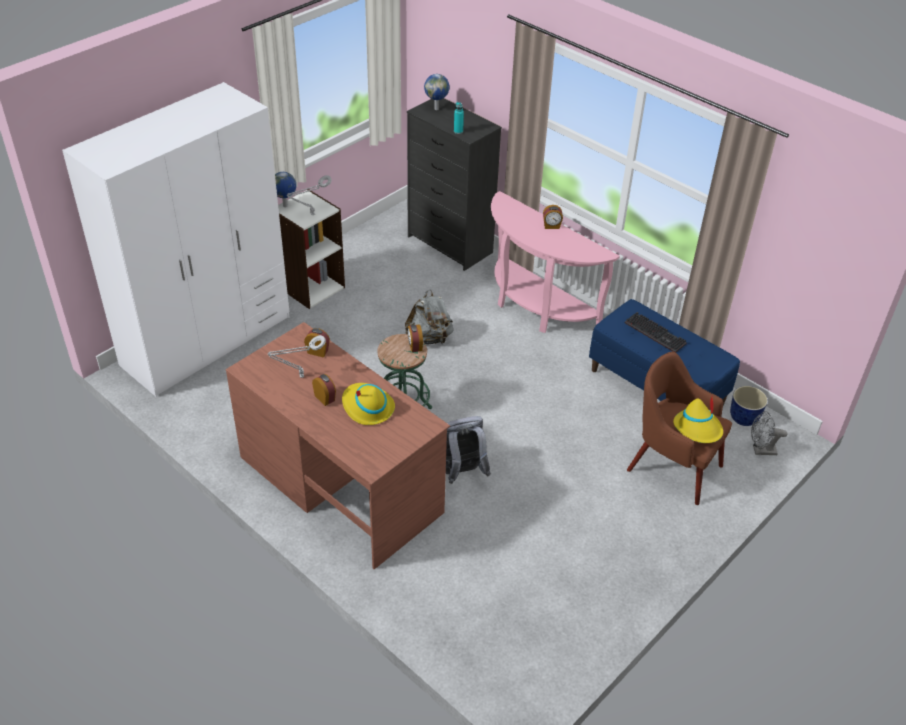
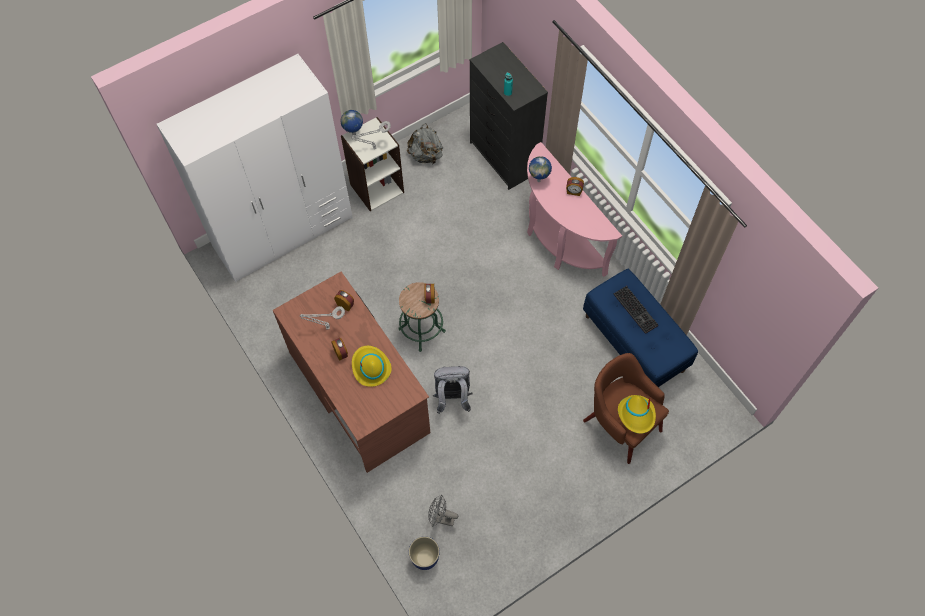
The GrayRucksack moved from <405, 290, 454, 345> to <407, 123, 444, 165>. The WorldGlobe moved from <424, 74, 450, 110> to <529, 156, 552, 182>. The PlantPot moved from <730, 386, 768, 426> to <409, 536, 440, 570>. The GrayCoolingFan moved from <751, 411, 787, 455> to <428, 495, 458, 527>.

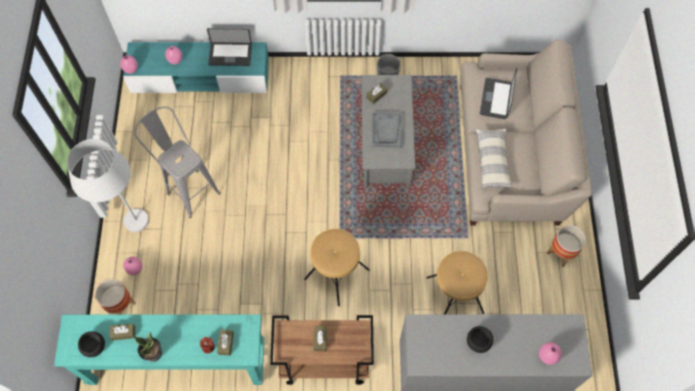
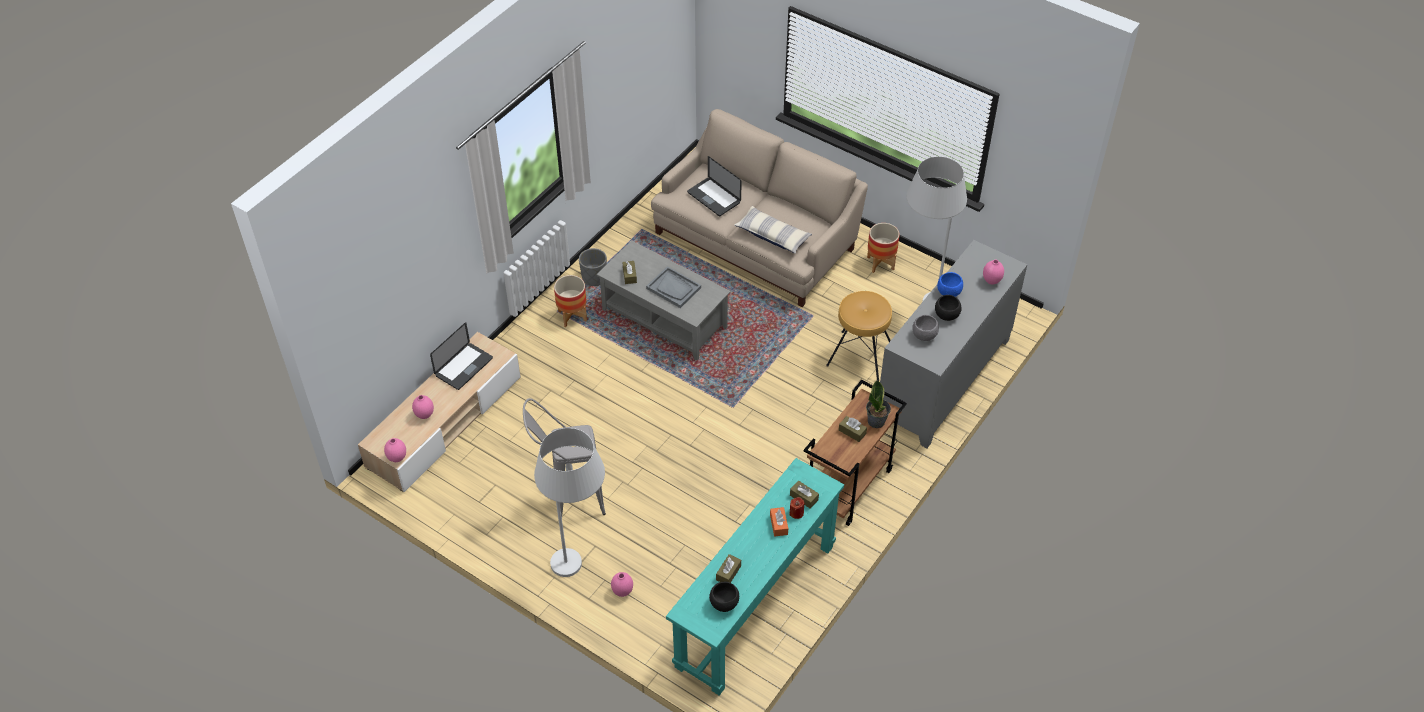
The BrownColouredSittingStool at <304, 229, 370, 306> disappeared. The OrangeTissueHolder at <770, 507, 788, 537> appeared. The WhiteStandardLamp at <907, 156, 967, 302> appeared. The GrayDeepDish at <912, 315, 939, 341> appeared. The BlueDeepDish at <937, 272, 963, 297> appeared. The PlantPot moved from <95, 279, 136, 315> to <554, 275, 587, 327>. The Houseplant moved from <133, 332, 162, 362> to <866, 380, 891, 428>. The TurquoiseTvStand at <123, 42, 269, 93> became the BeigeTvStand at <358, 332, 521, 492>.

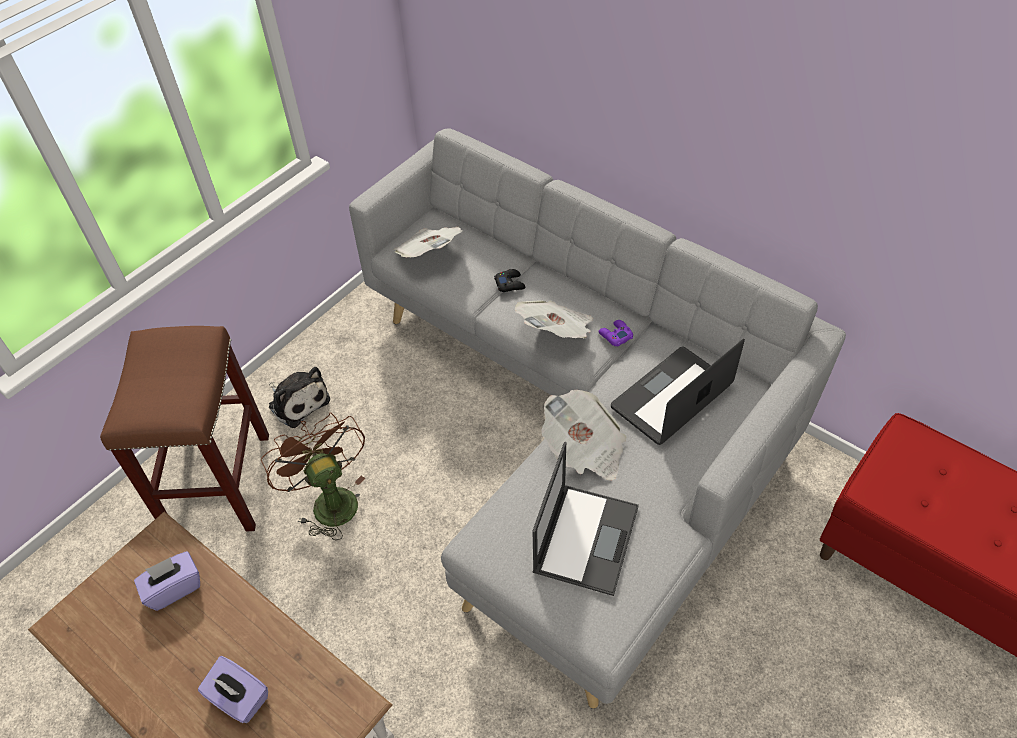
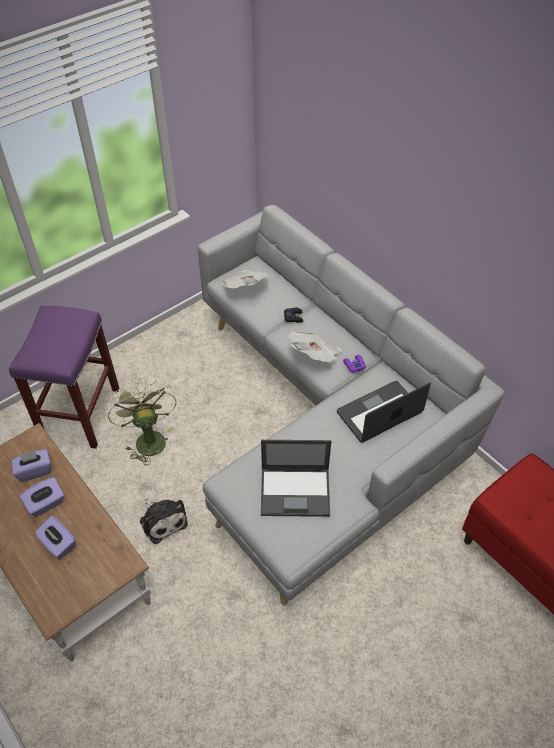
The Newspaper at <541, 390, 627, 481> disappeared. The PurplishTissueHolder at <20, 477, 64, 517> appeared. The CuddlyToy moved from <269, 367, 330, 428> to <140, 499, 188, 544>. The BrownColouredSittingStool at <100, 326, 269, 531> became the PurplishSittingStool at <9, 305, 119, 449>. The BrownColouredCoolingFan at <261, 412, 365, 540> became the GreenColouredCoolingFan at <106, 380, 177, 465>. The NotebookComputer at <532, 442, 639, 596> turned 60 degrees clockwise.

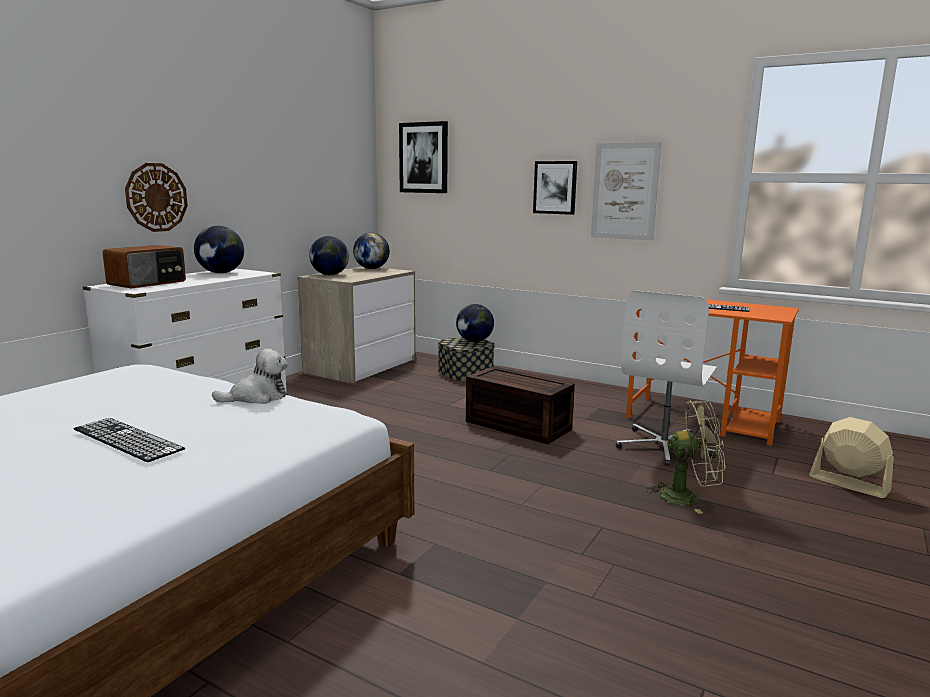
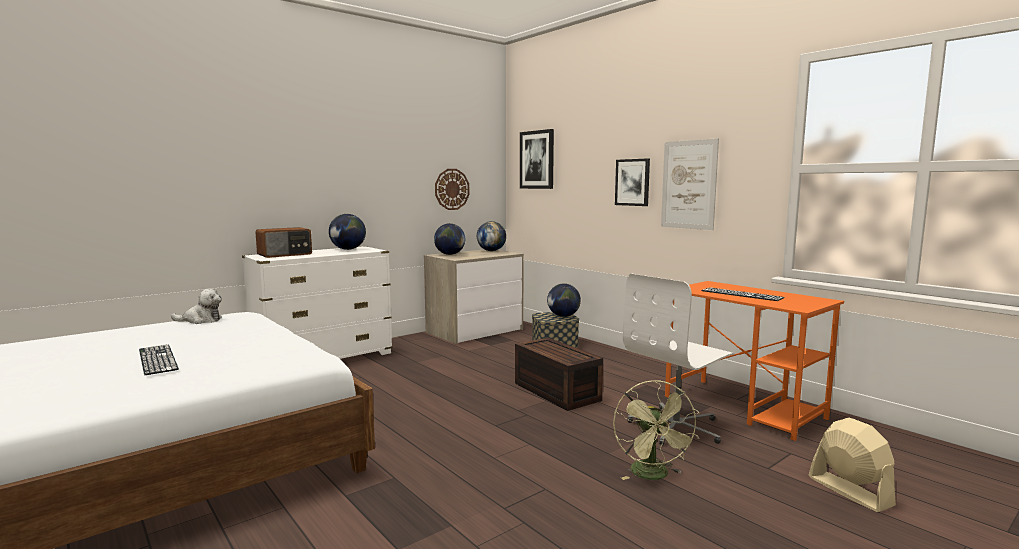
The WallClock moved from <125, 163, 188, 232> to <435, 169, 469, 210>. The CuddlyToy moved from <212, 349, 288, 404> to <171, 288, 222, 324>. The GreenColouredCoolingFan at <646, 400, 725, 514> turned 60 degrees clockwise.

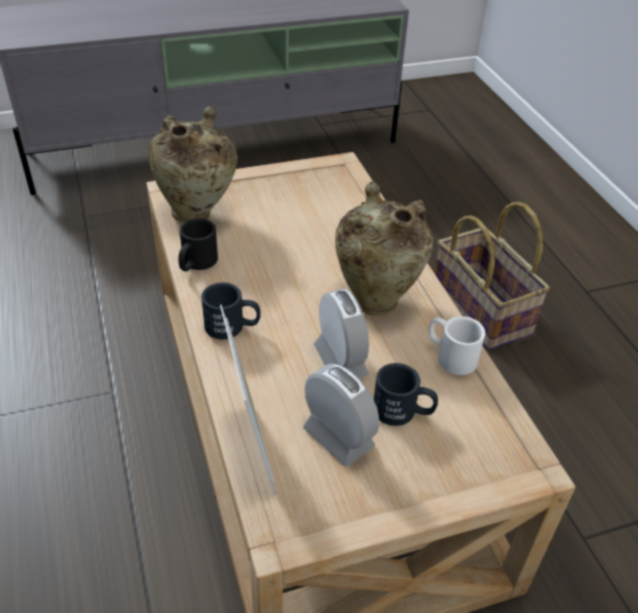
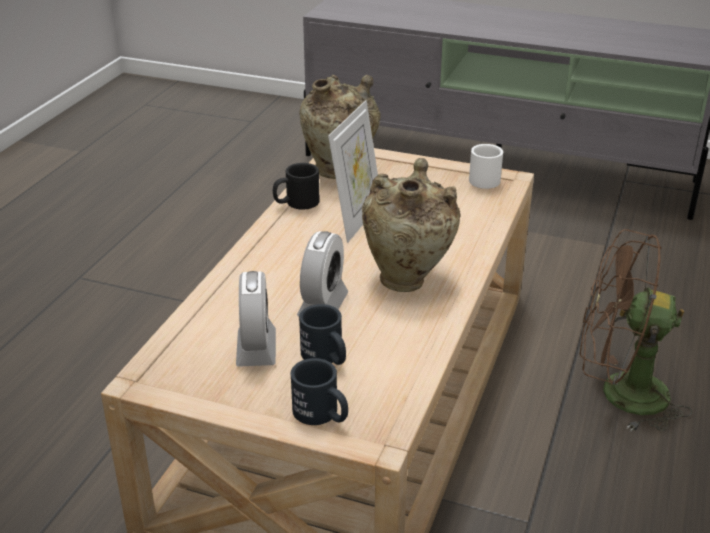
The BlackColouredMug moved from <201, 282, 261, 339> to <291, 358, 348, 425>. The PictureFrame moved from <220, 305, 276, 496> to <328, 100, 378, 243>. The WhiteMug moved from <429, 316, 485, 375> to <469, 144, 503, 189>. The StorageBasket at <434, 202, 550, 350> was replaced by the BrownColouredCoolingFan at <580, 229, 692, 432>.

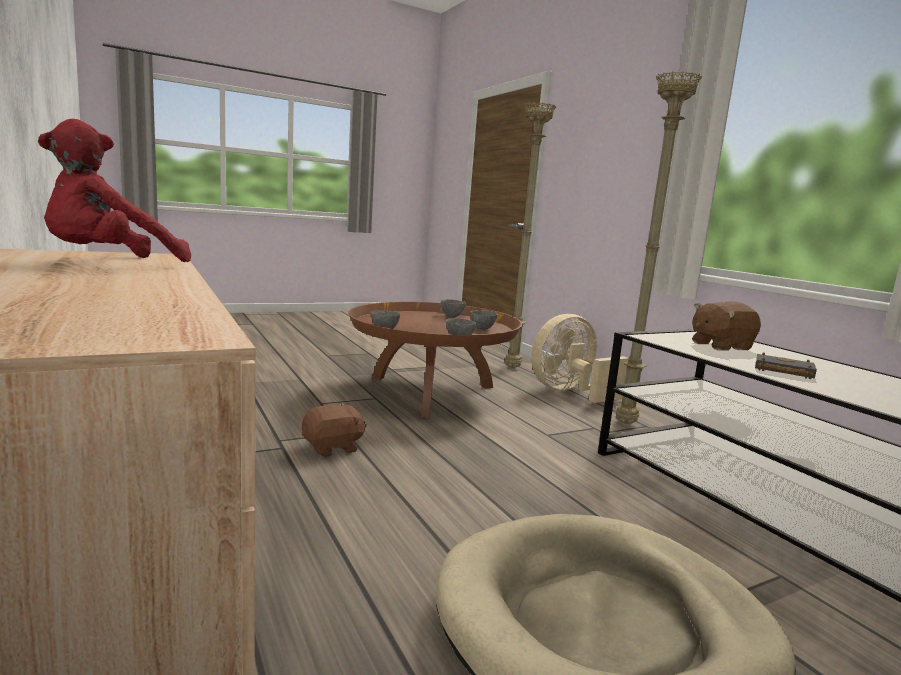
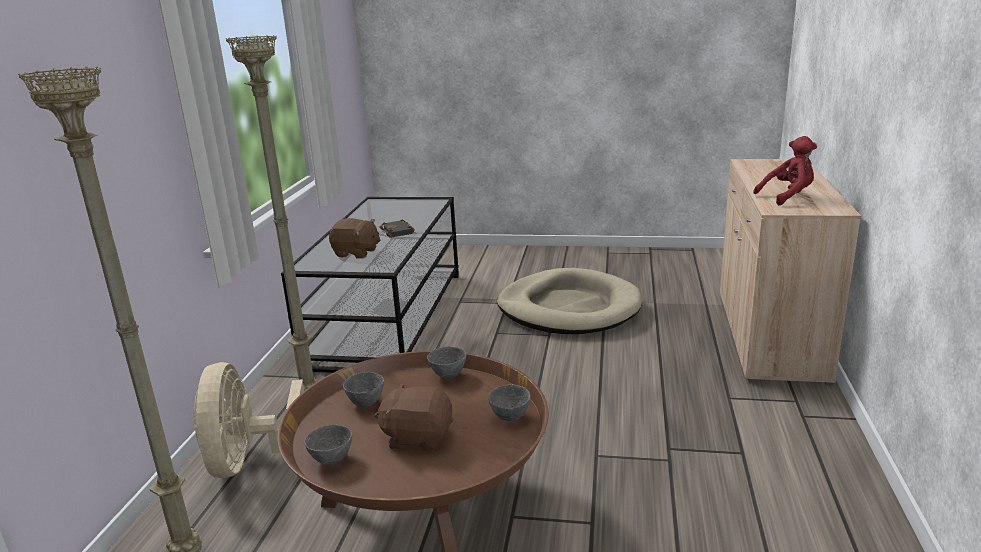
The BrownColouredCuddlyToy moved from <302, 403, 367, 457> to <374, 383, 453, 452>. The BeigeCoolingFan at <531, 314, 629, 403> turned 75 degrees clockwise.

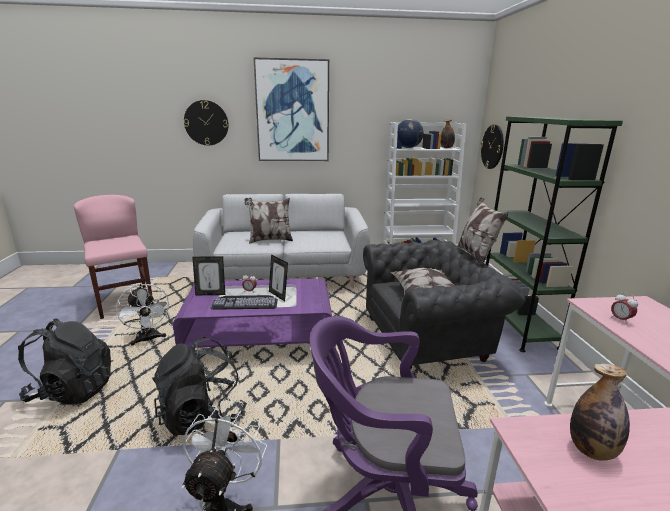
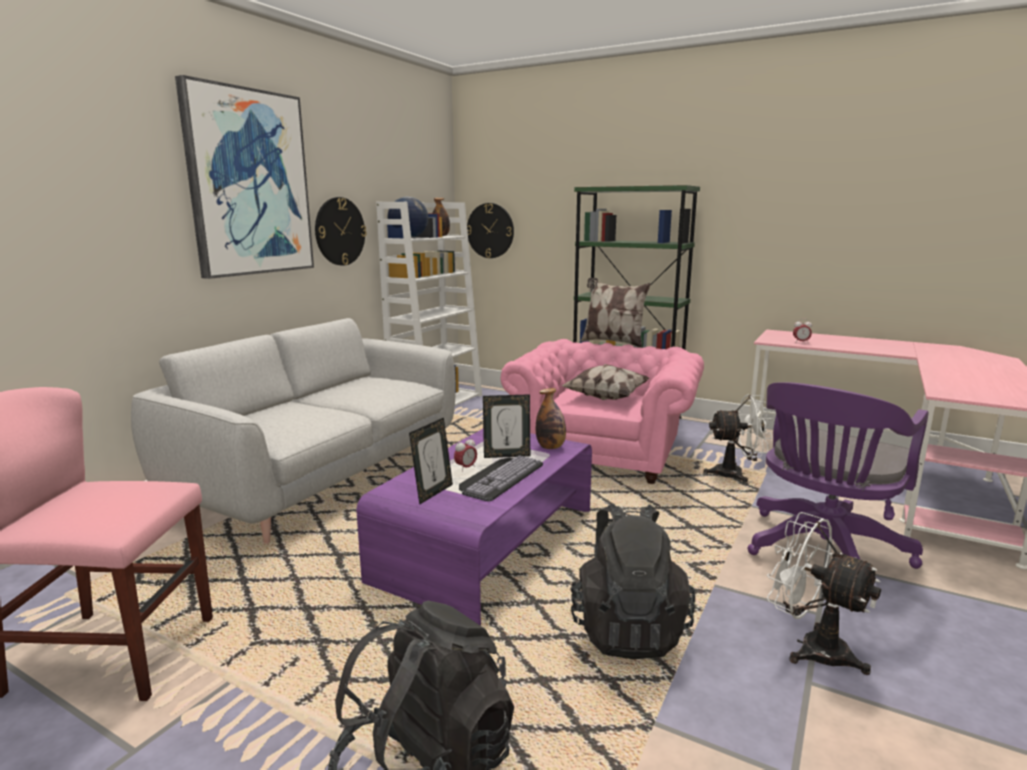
The Pillow at <244, 198, 293, 244> disappeared. The WhiteCoolingFan moved from <116, 284, 170, 345> to <703, 395, 773, 483>. The WallClock moved from <184, 100, 228, 146> to <315, 197, 367, 266>. The DrinkBottle moved from <570, 363, 630, 461> to <536, 388, 566, 449>. The GrayEasyChair at <363, 240, 526, 370> became the PinkishEasyChair at <501, 339, 704, 484>.

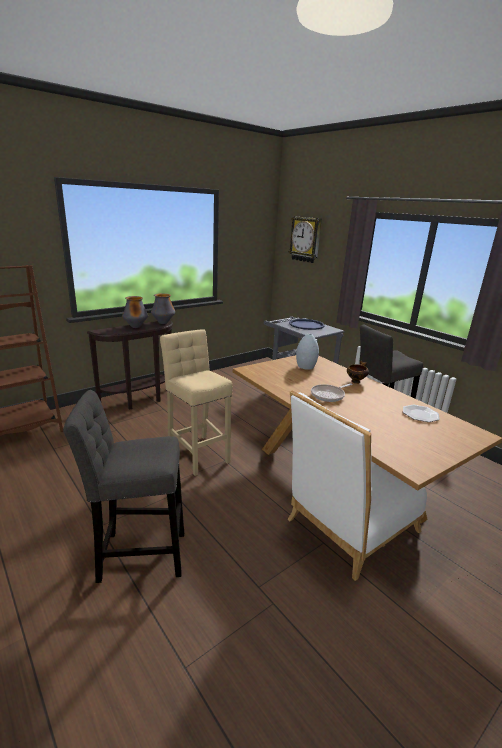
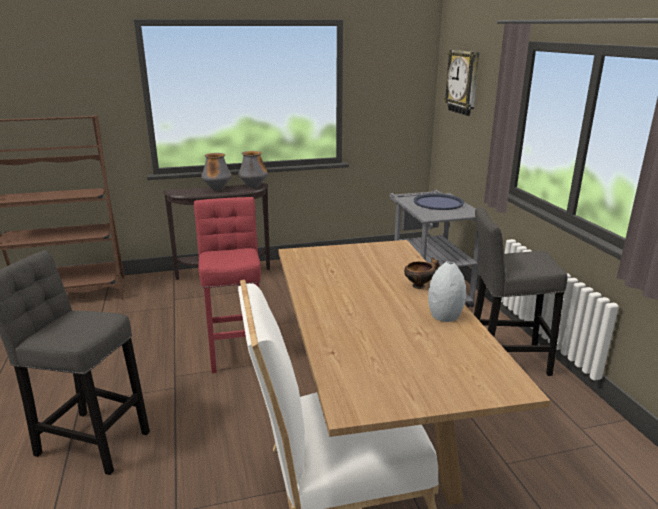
The Pan at <311, 383, 353, 402> disappeared. The Plate at <403, 405, 440, 422> disappeared. The GrayFlowerVase moved from <296, 334, 319, 370> to <428, 261, 466, 322>. The BeigeSittingStool at <160, 329, 232, 476> became the ReddishSittingStool at <194, 197, 261, 373>.

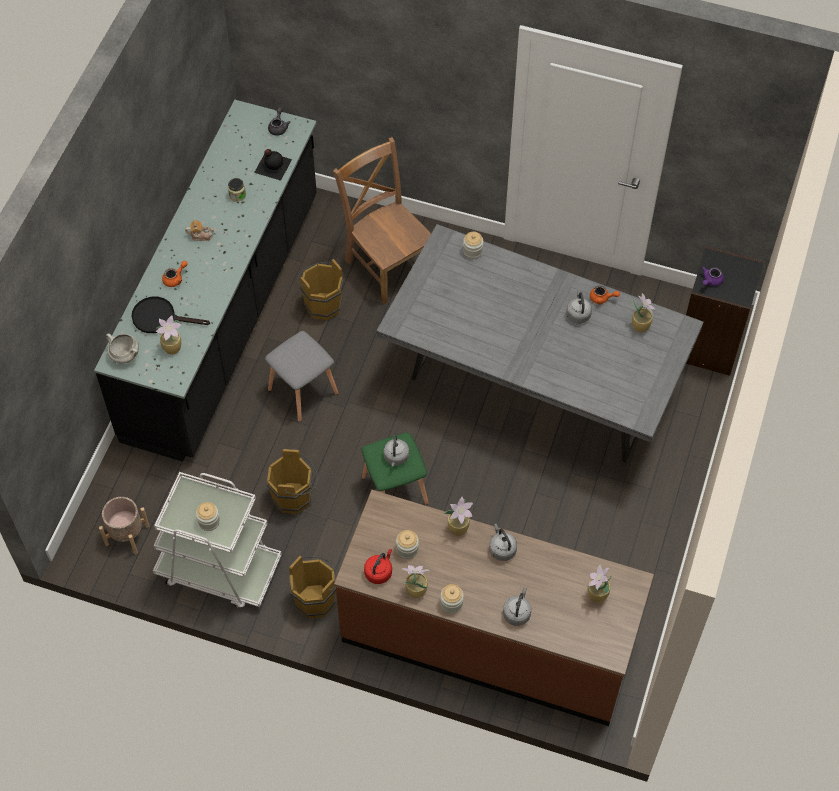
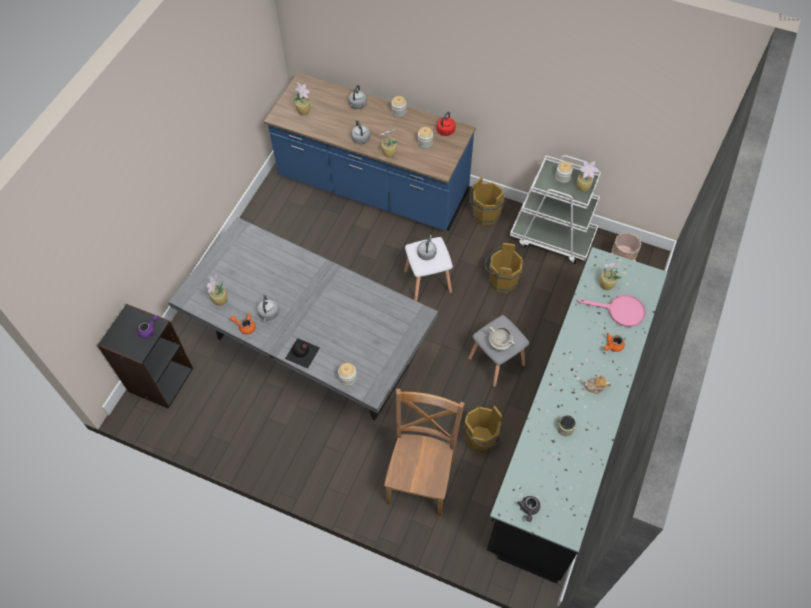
The WhiteStockpot moved from <106, 333, 139, 364> to <488, 327, 515, 351>. The BlackColouredDrinkBottle moved from <254, 149, 292, 181> to <285, 338, 320, 369>. The Houseplant moved from <402, 565, 430, 598> to <577, 161, 599, 192>. The BlackColouredPan at <131, 297, 210, 333> became the PinkishPan at <578, 295, 646, 327>. The BrownColouredCounter at <334, 490, 654, 726> became the BlueCounter at <264, 73, 475, 231>. The GreenColouredSittingStool at <361, 433, 429, 505> became the WhiteSittingStool at <404, 237, 453, 301>. The BrownColouredPlainChair at <333, 137, 431, 304> turned 135 degrees counterclockwise.

